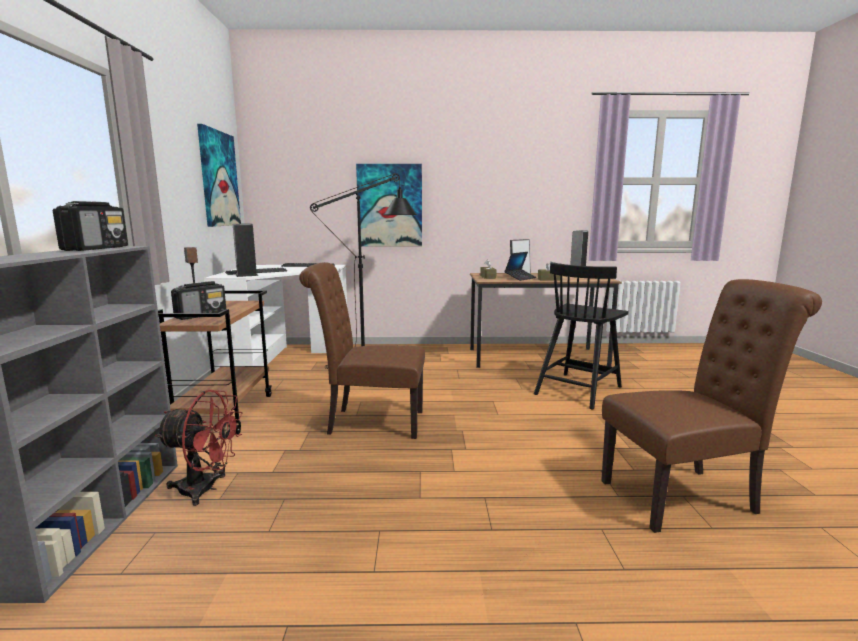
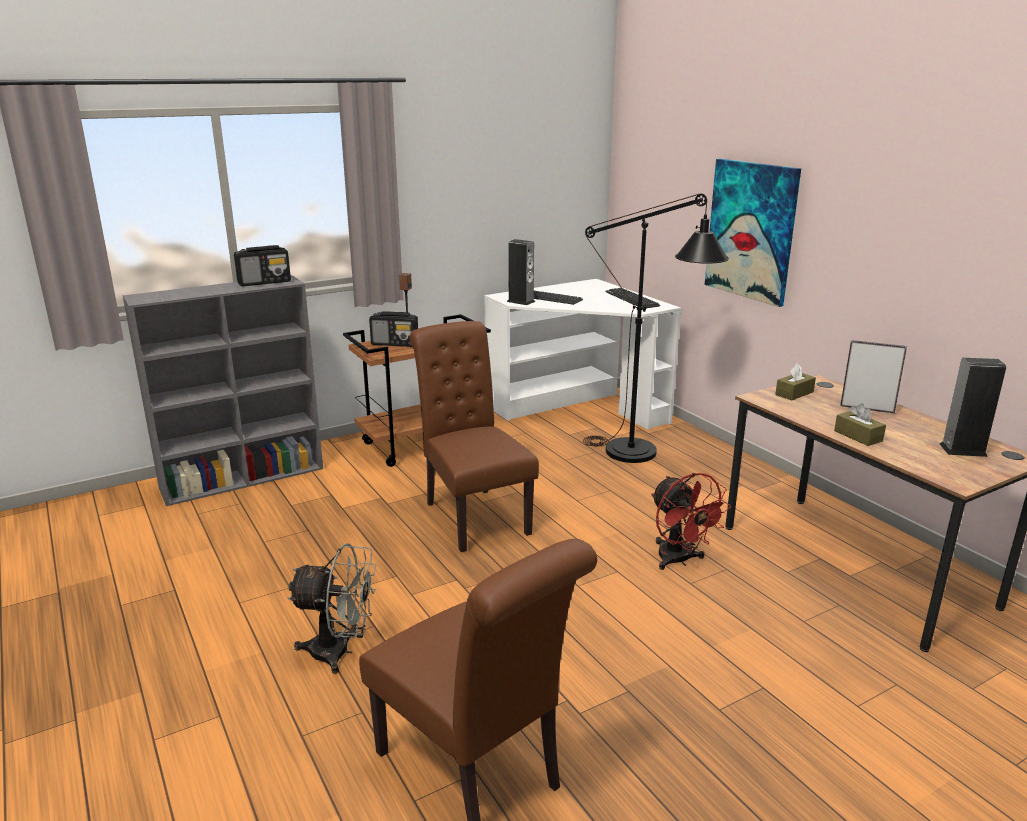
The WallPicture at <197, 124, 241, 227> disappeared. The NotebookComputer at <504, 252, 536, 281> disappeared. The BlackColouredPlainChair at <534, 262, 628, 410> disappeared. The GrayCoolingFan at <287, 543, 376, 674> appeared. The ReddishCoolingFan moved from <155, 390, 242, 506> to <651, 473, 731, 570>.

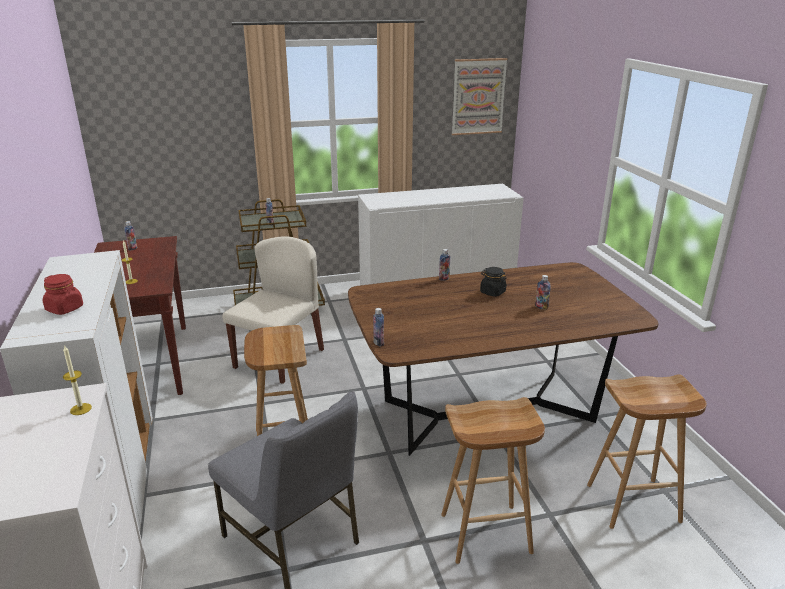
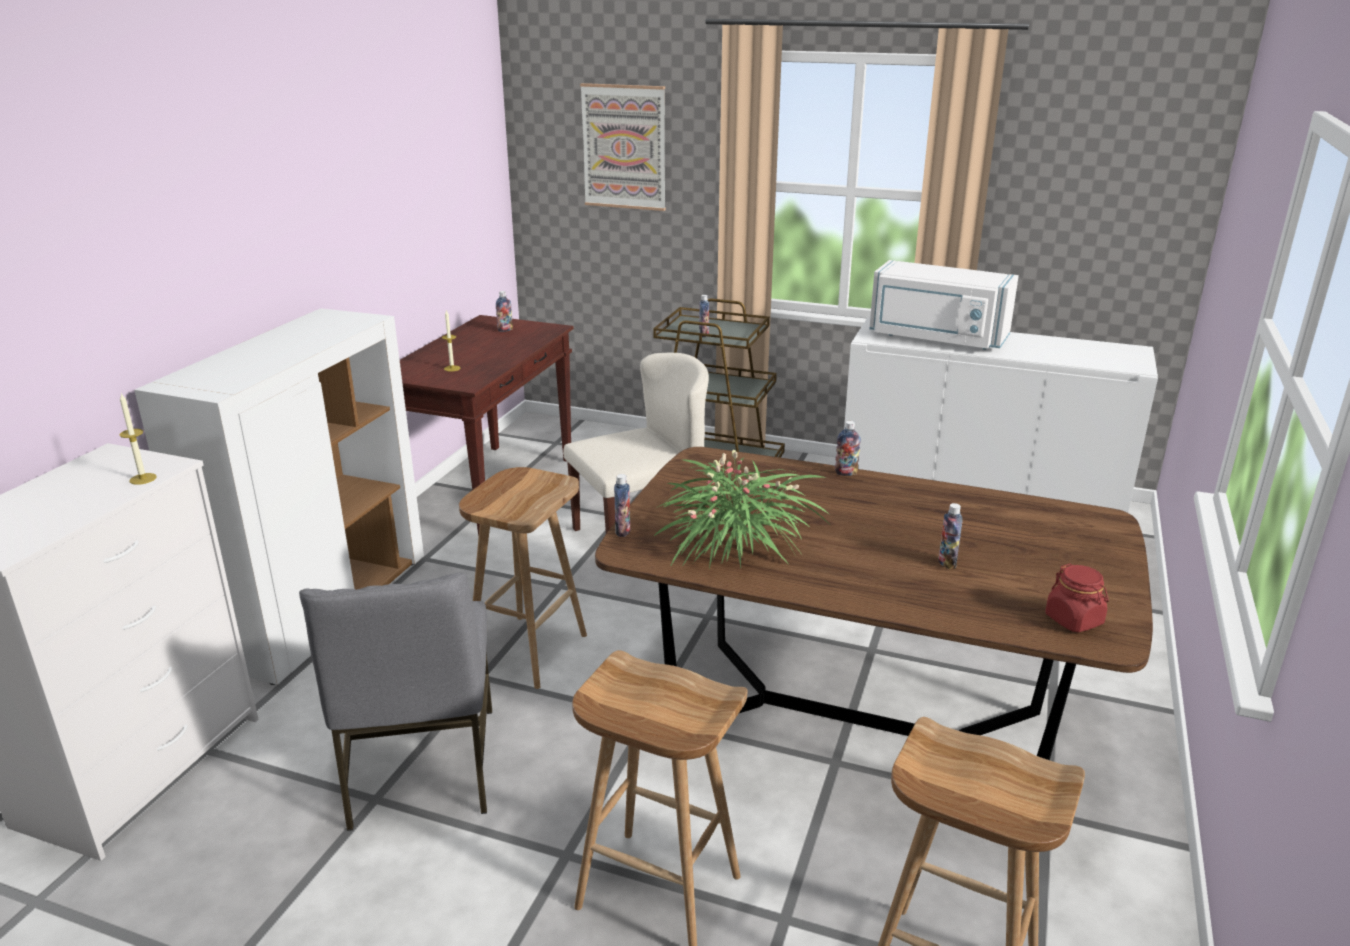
The BlackColouredJar at <480, 267, 507, 297> disappeared. The Houseplant at <654, 449, 832, 569> appeared. The WhiteKitchenMicrowave at <869, 260, 1019, 350> appeared. The ReddishJar moved from <43, 274, 83, 315> to <1045, 564, 1109, 632>. The WallPicture moved from <452, 58, 507, 135> to <580, 83, 666, 211>.

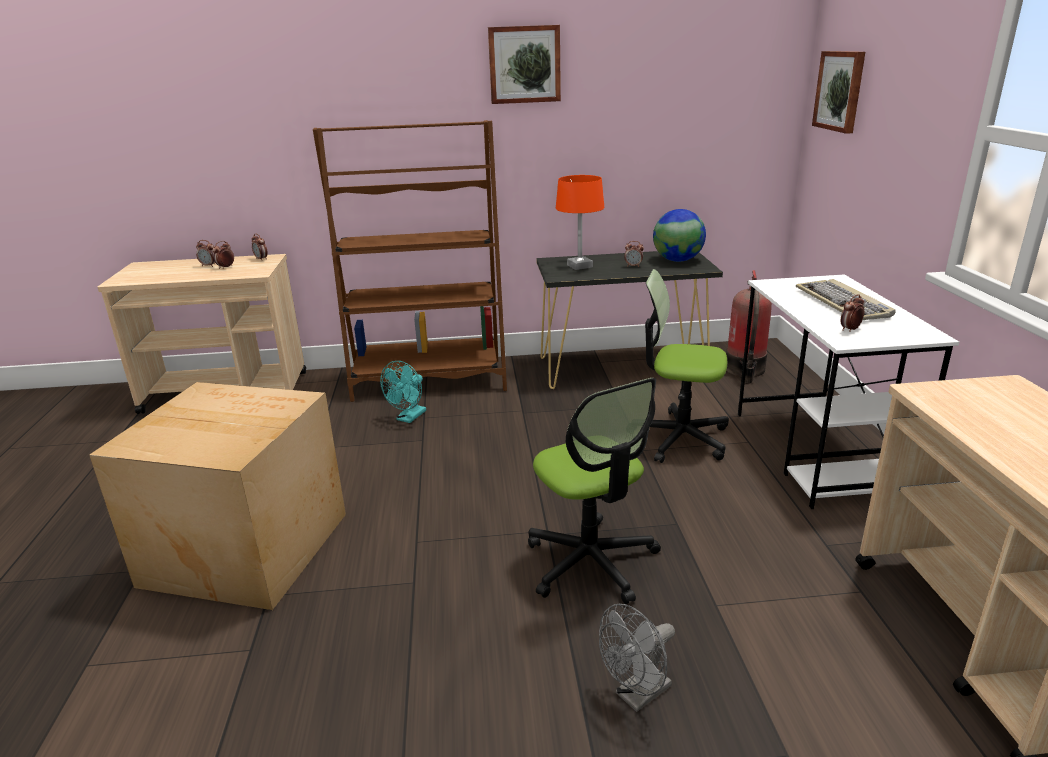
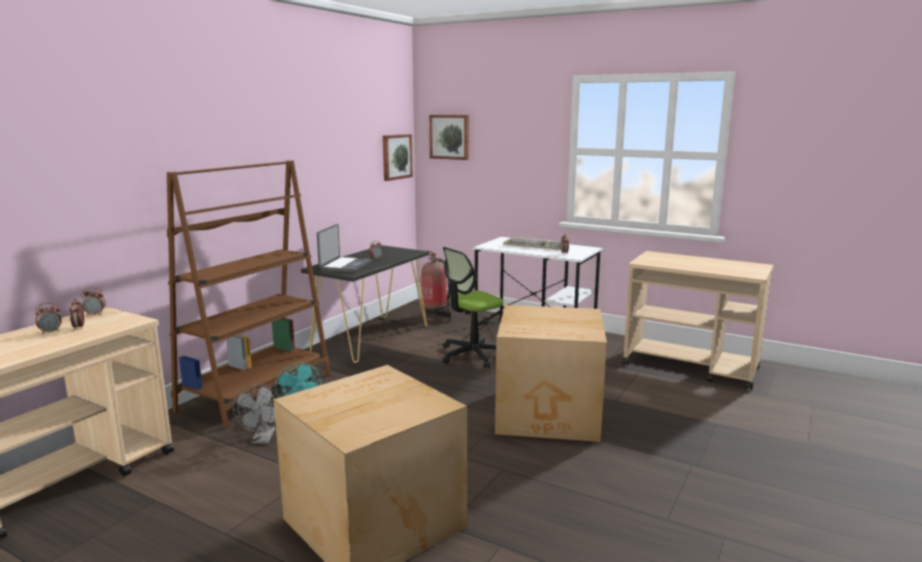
The WorldGlobe at <653, 209, 706, 262> disappeared. The WallPicture moved from <488, 25, 561, 104> to <383, 134, 413, 181>. The GrayCoolingFan moved from <599, 604, 675, 712> to <233, 384, 280, 444>. The OfficeChair at <528, 378, 661, 604> was replaced by the PackingBox at <495, 305, 607, 442>. The OrangeTabletopLamp at <556, 175, 604, 270> was replaced by the NotebookComputer at <317, 224, 371, 273>.

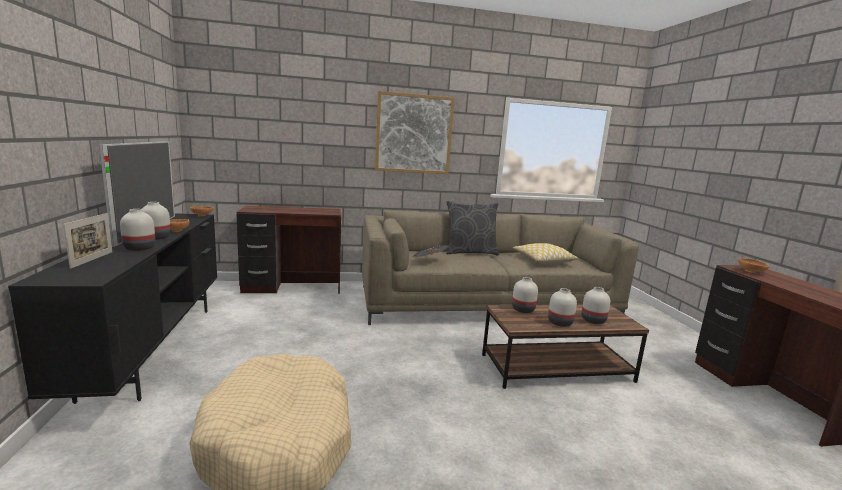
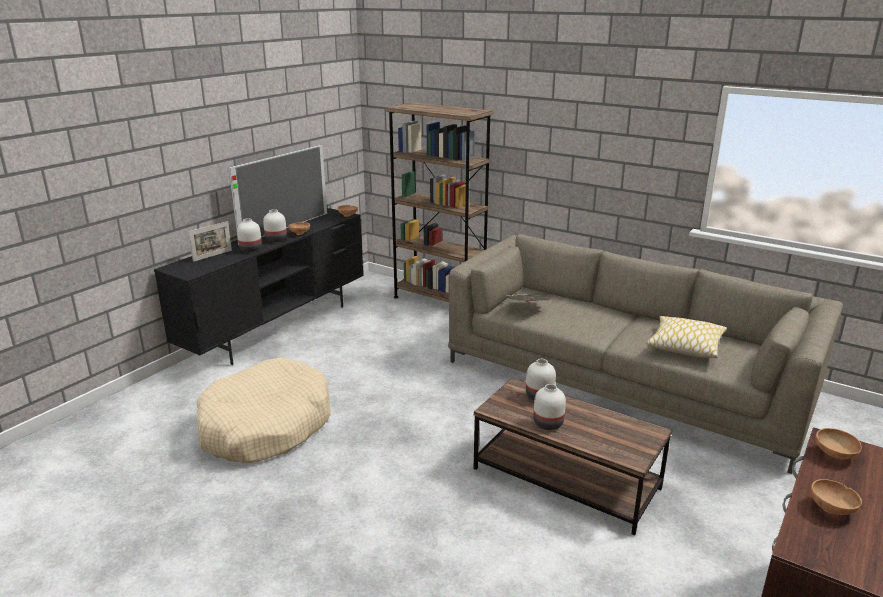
The WallPicture at <375, 91, 454, 174> disappeared. The GrayPillow at <446, 201, 499, 256> disappeared. The WhiteFlowerVase at <582, 287, 610, 324> disappeared. The BrownColouredDeepDish at <811, 479, 862, 515> appeared. The BrownColouredDeskUnit at <236, 206, 341, 294> was replaced by the BrownColouredBookshelf at <386, 102, 493, 302>.

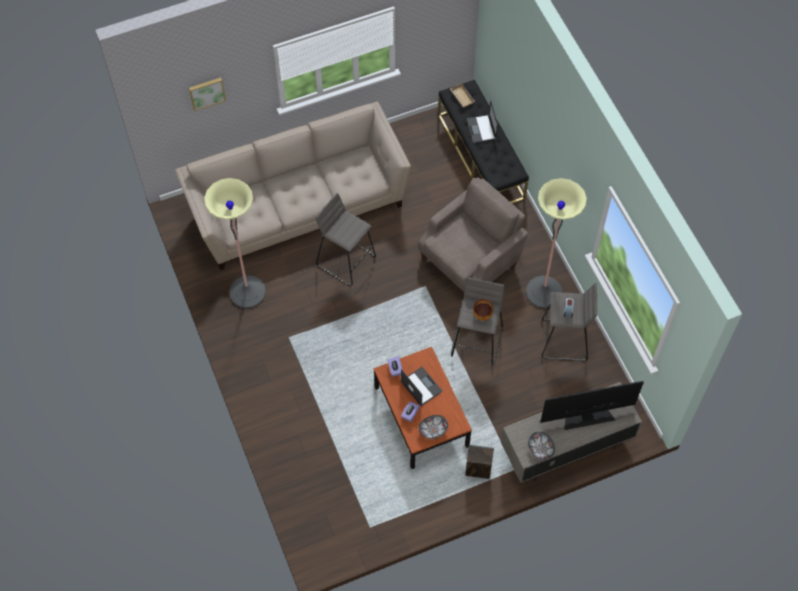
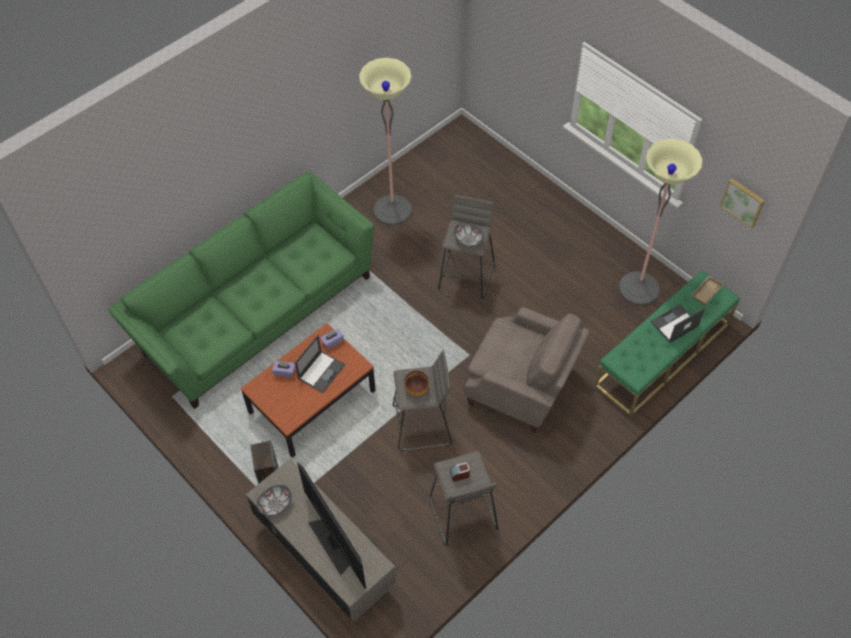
The BeigeSettee at <175, 102, 411, 270> disappeared. The GreenColouredSettee at <108, 171, 374, 409> appeared. The WallPicture moved from <189, 77, 226, 111> to <720, 178, 765, 229>. The DeepDish moved from <419, 415, 448, 439> to <454, 223, 484, 247>. The StandardLamp moved from <526, 178, 587, 309> to <619, 139, 703, 305>. The BlackColouredBench at <438, 80, 529, 204> became the GreenColouredBench at <594, 270, 740, 416>.

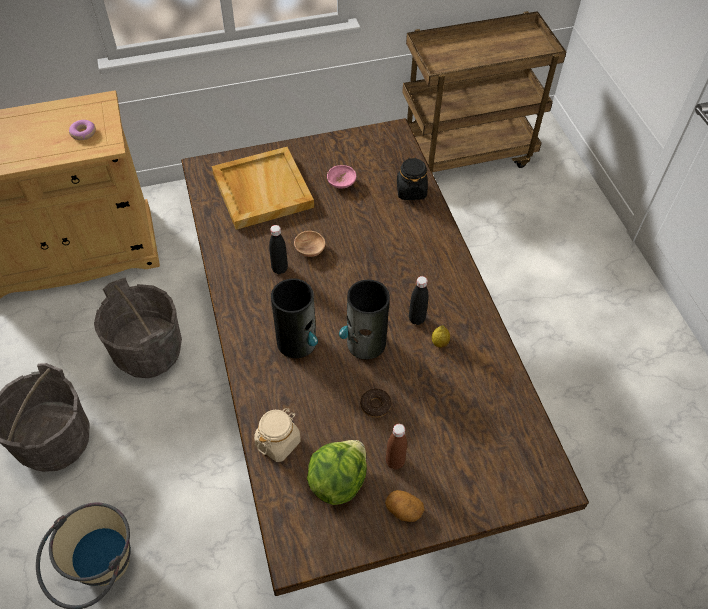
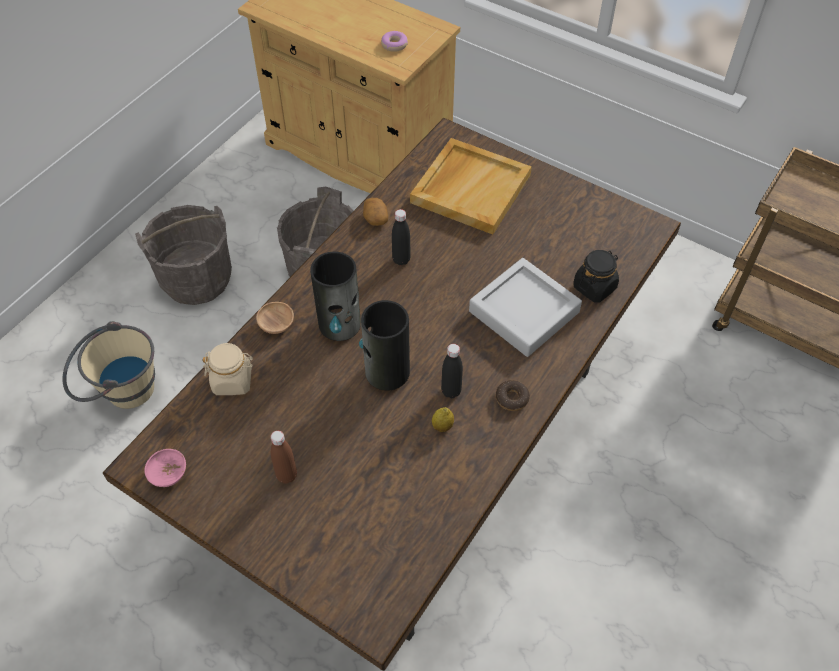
The LettuceHead at <307, 440, 367, 505> disappeared. The GrayCarryingTray at <469, 258, 582, 357> appeared. The BrownColouredDeepDish moved from <294, 231, 325, 257> to <256, 302, 294, 334>. The PinkishDeepDish moved from <327, 165, 356, 189> to <144, 449, 186, 487>. The Doughnut moved from <360, 389, 391, 418> to <496, 380, 530, 411>. The Spud moved from <385, 490, 425, 522> to <363, 198, 388, 226>.

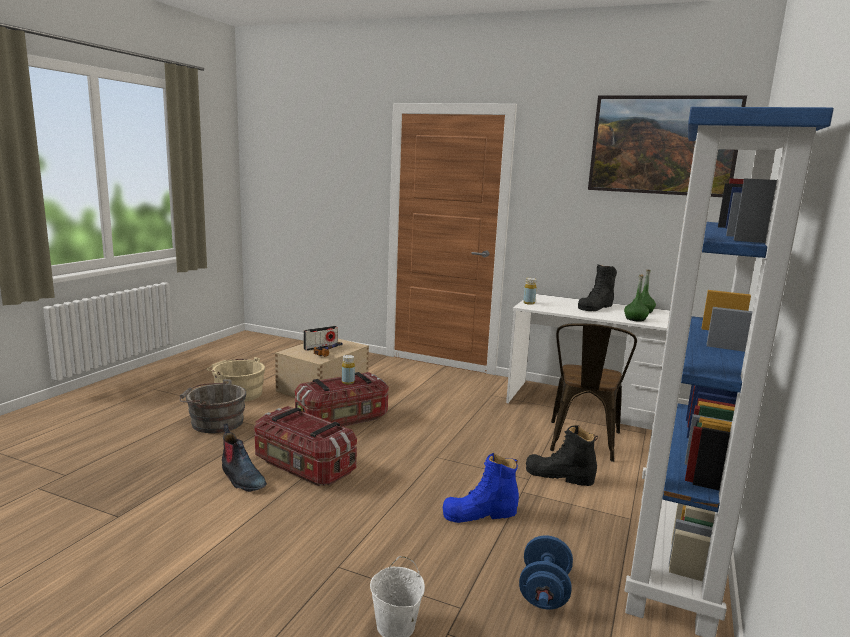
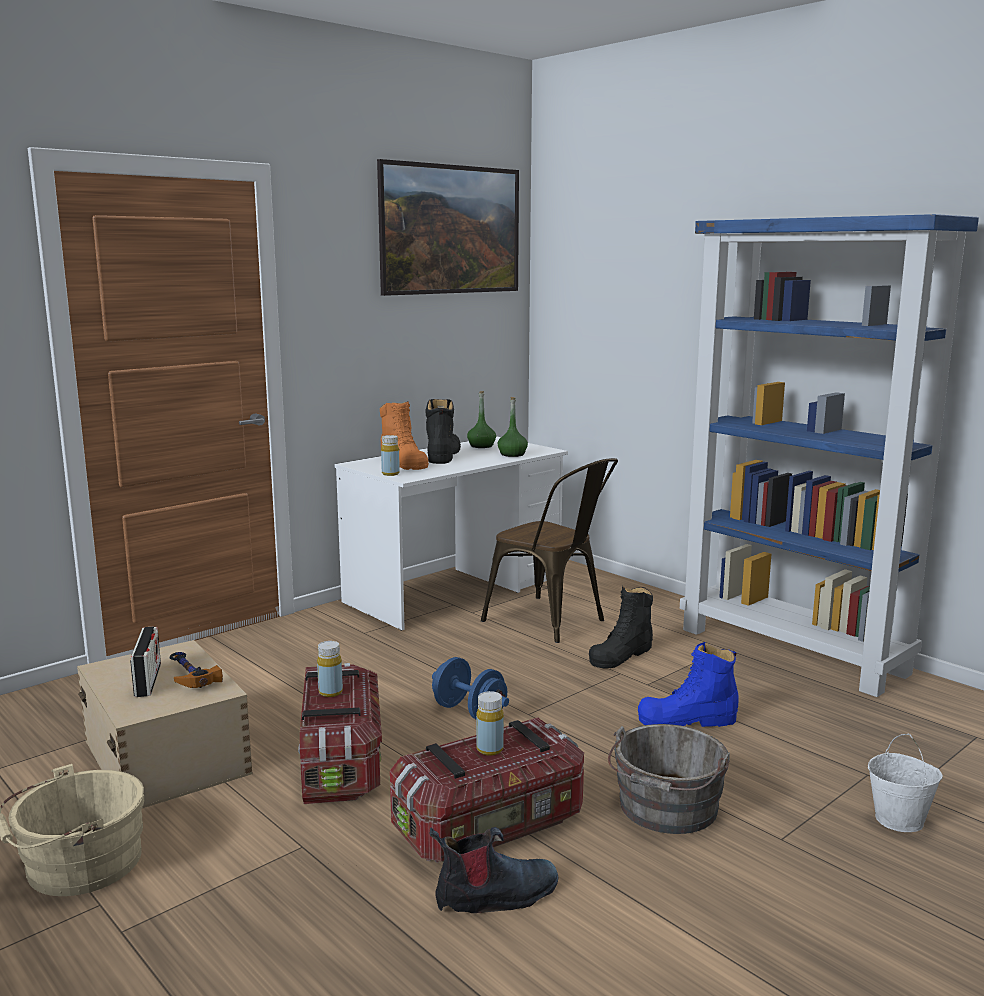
The OrangeTallBoot at <380, 401, 429, 470> appeared. The YellowColouredDrinkBottle at <476, 691, 504, 756> appeared. The GrayPail moved from <180, 379, 247, 433> to <608, 724, 730, 834>. The BlueDumbbell moved from <519, 535, 573, 609> to <432, 657, 509, 719>. The BlueTallBoot at <443, 453, 519, 523> turned 75 degrees clockwise. The BlackColouredTallBoot at <578, 265, 617, 311> turned 150 degrees counterclockwise.

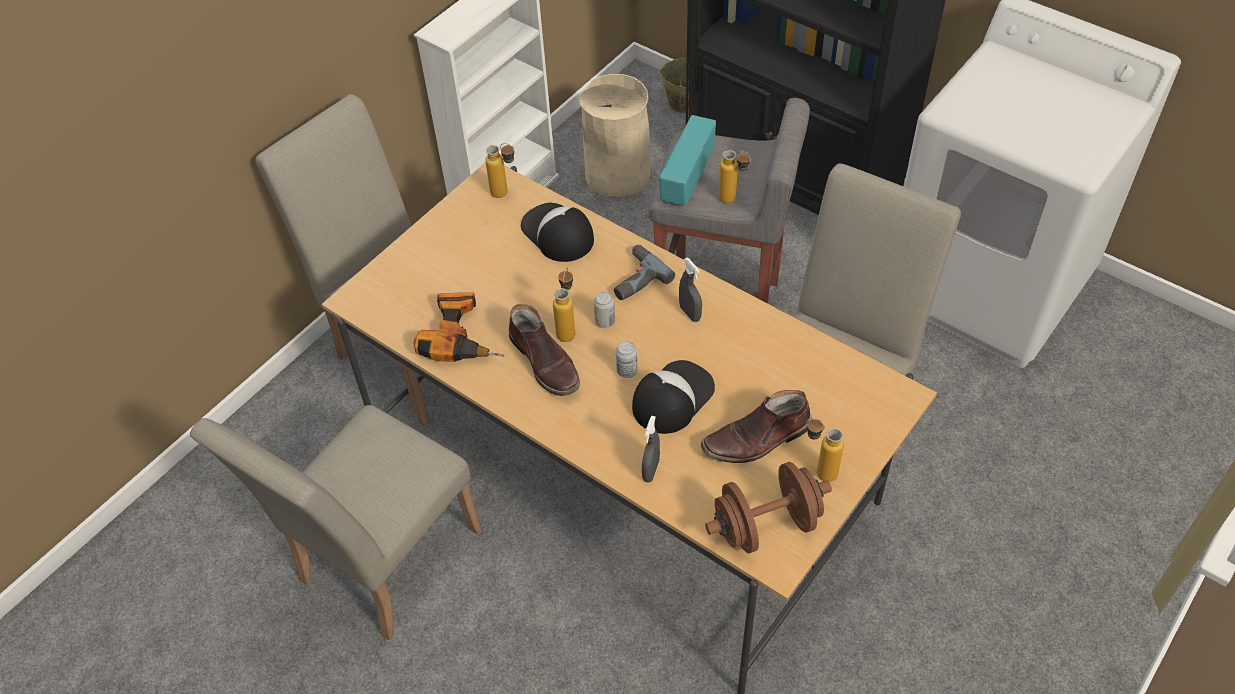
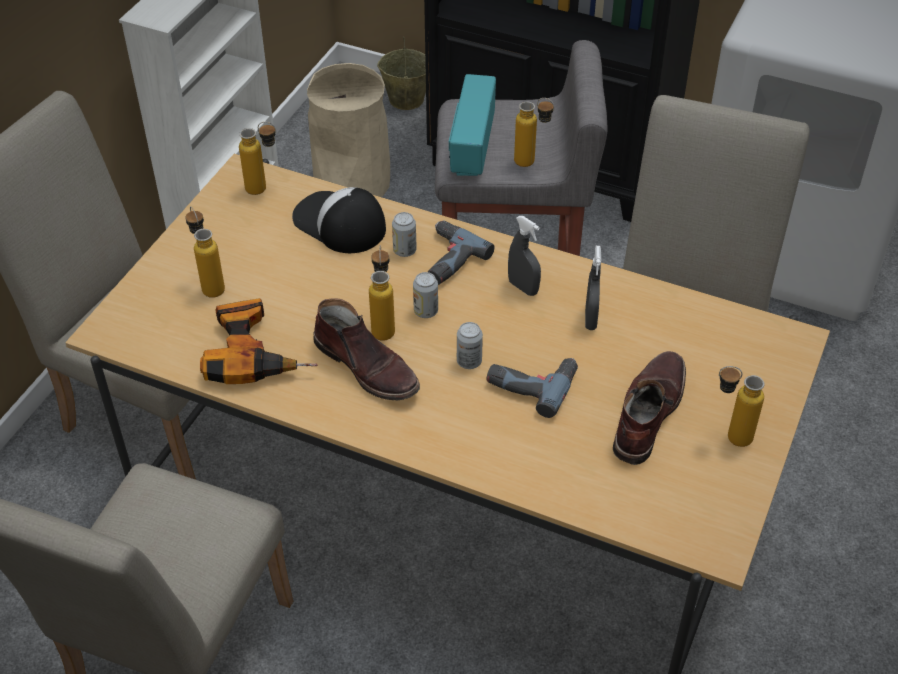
The BrownColouredDumbbell at <705, 462, 832, 553> disappeared. The DrinkBottle at <185, 206, 225, 298> appeared. The MetalCan at <392, 212, 416, 257> appeared. The GraySprayer moved from <642, 416, 660, 483> to <585, 246, 601, 330>. The BaseballCap at <632, 360, 715, 434> was replaced by the Drill at <487, 358, 578, 418>. The BrownColouredTallBoot at <701, 390, 812, 463> turned 150 degrees clockwise.

